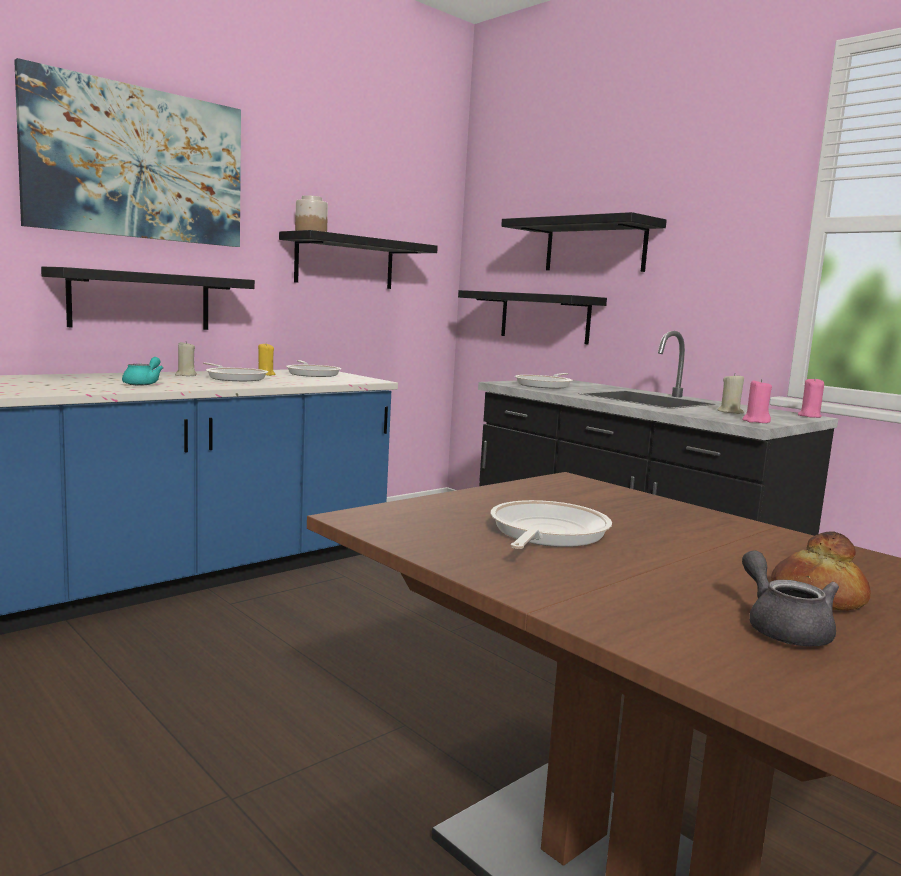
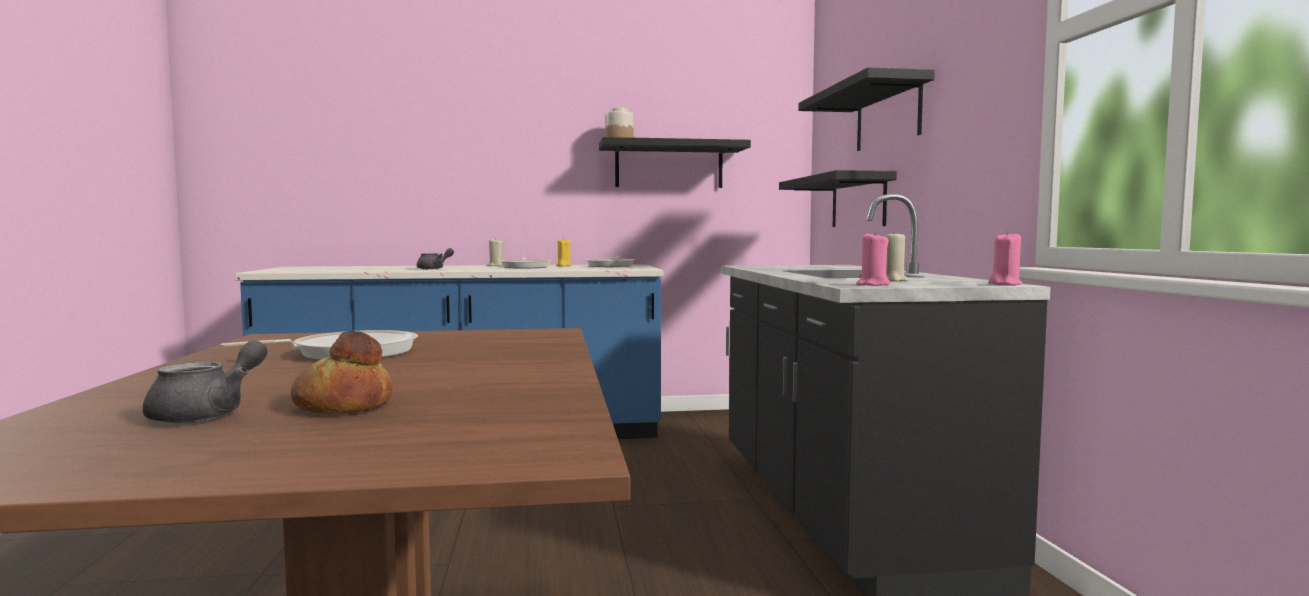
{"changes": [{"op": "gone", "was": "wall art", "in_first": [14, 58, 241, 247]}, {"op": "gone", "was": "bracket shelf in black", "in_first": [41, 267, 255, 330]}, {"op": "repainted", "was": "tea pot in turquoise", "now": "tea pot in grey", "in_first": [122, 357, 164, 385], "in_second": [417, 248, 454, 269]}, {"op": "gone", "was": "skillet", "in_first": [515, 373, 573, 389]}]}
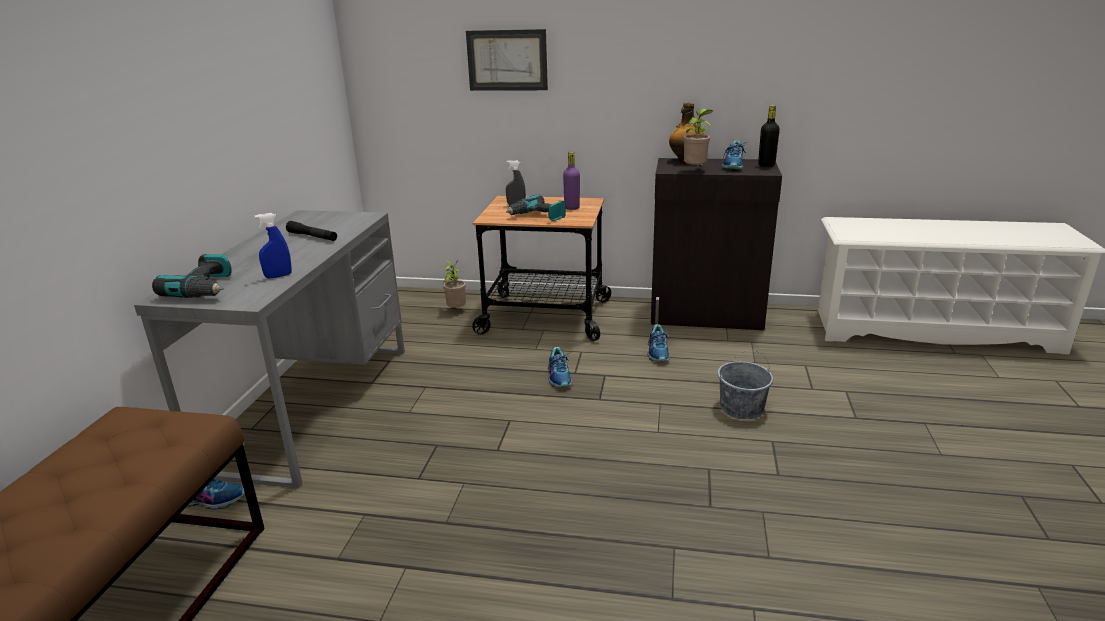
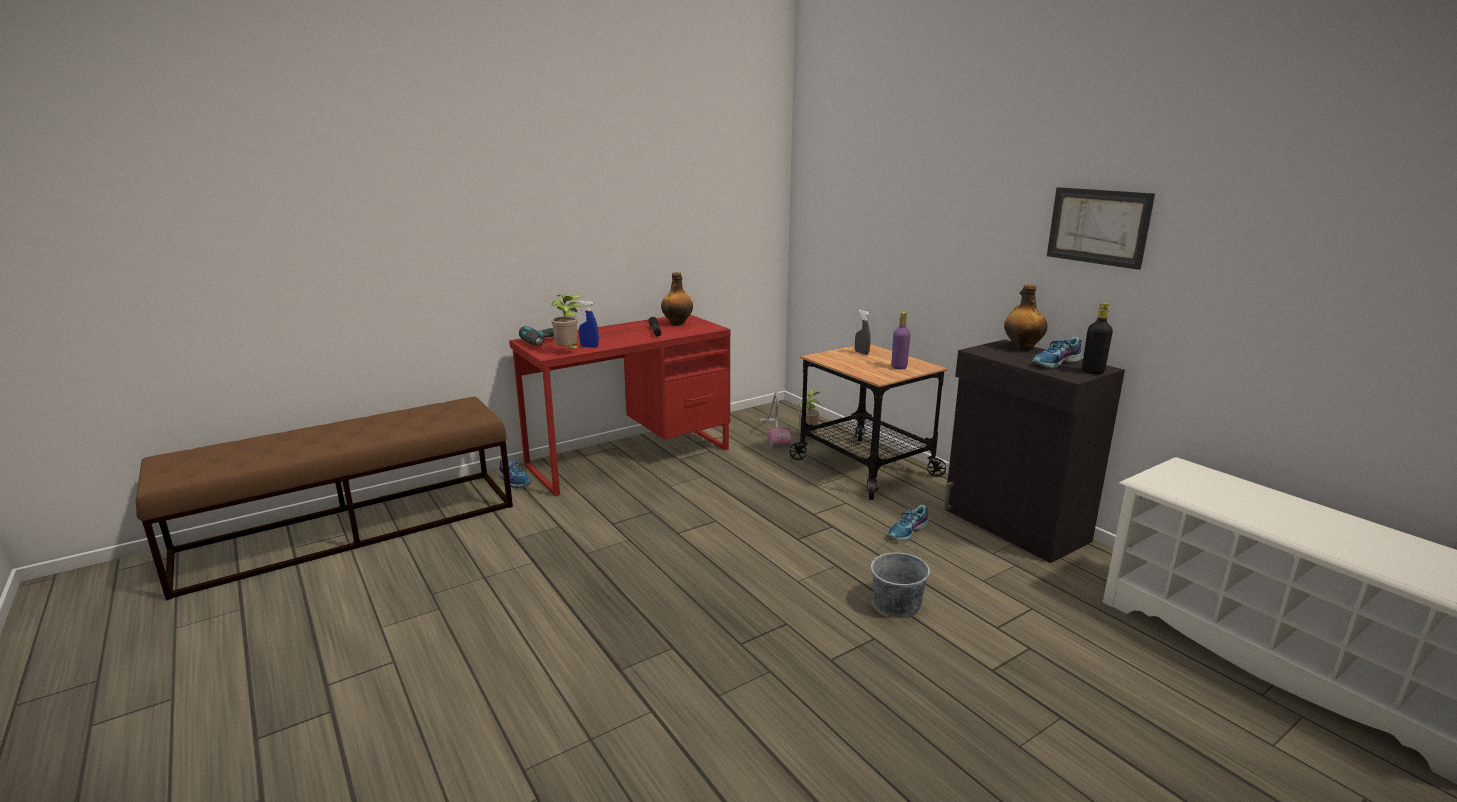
{"changes": [{"op": "shifted", "was": "wall art", "in_first": [466, 29, 548, 91], "in_second": [1047, 187, 1155, 270]}, {"op": "shifted", "was": "houseplant", "in_first": [683, 109, 713, 166], "in_second": [552, 294, 582, 349]}, {"op": "gone", "was": "electric drill", "in_first": [506, 194, 566, 221]}, {"op": "repainted", "was": "desk table in grey", "now": "desk table in reddish", "in_first": [134, 210, 405, 488], "in_second": [509, 315, 730, 496]}, {"op": "gone", "was": "shoe", "in_first": [548, 347, 572, 387]}, {"op": "new", "now": "bottle", "in_second": [661, 272, 693, 326]}, {"op": "new", "now": "vacuum", "in_second": [759, 392, 791, 448]}]}
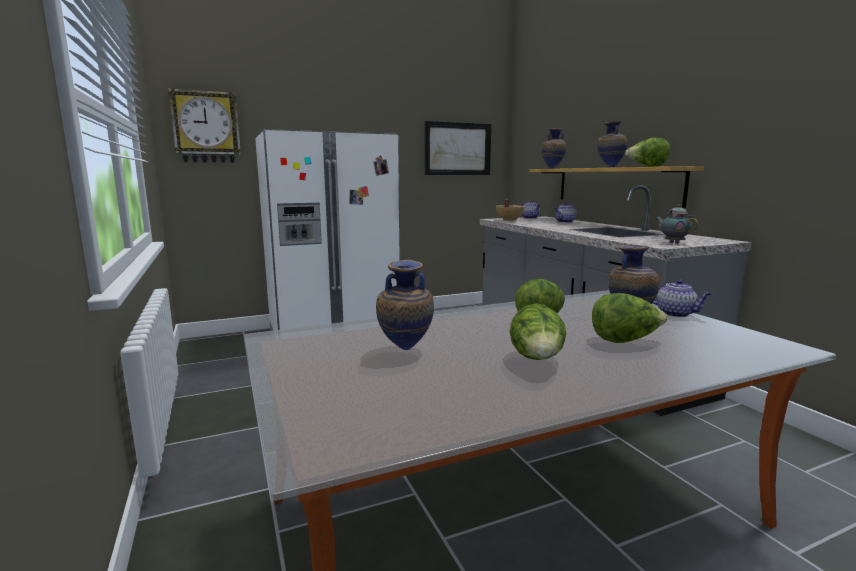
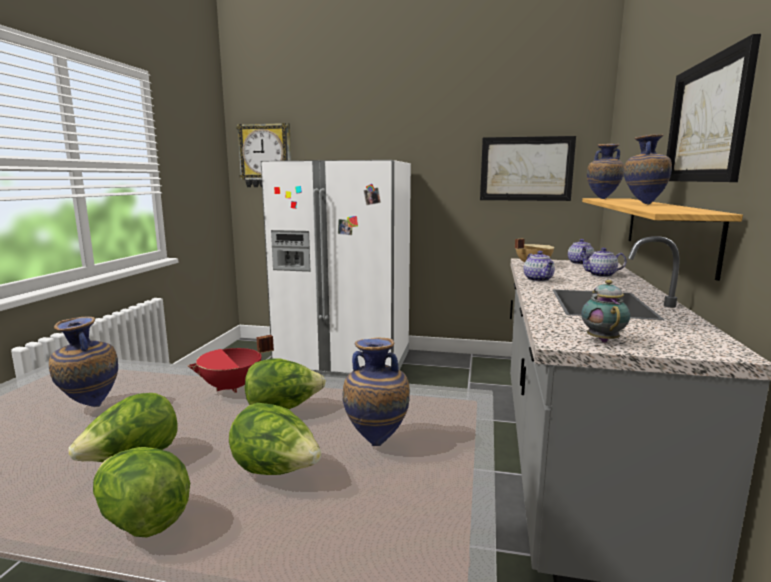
{"changes": [{"op": "shifted", "was": "lettuce head", "in_first": [625, 137, 670, 167], "in_second": [93, 447, 190, 538]}, {"op": "shifted", "was": "tea pot", "in_first": [653, 279, 712, 317], "in_second": [523, 251, 555, 282]}, {"op": "new", "now": "wall art", "in_second": [666, 34, 761, 182]}, {"op": "new", "now": "saucepot in reddish", "in_second": [188, 335, 274, 393]}]}
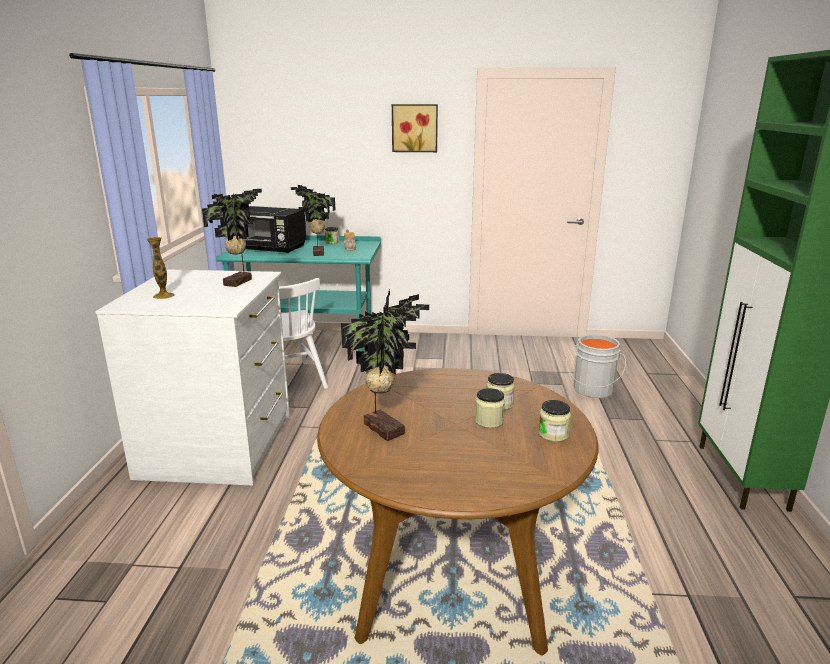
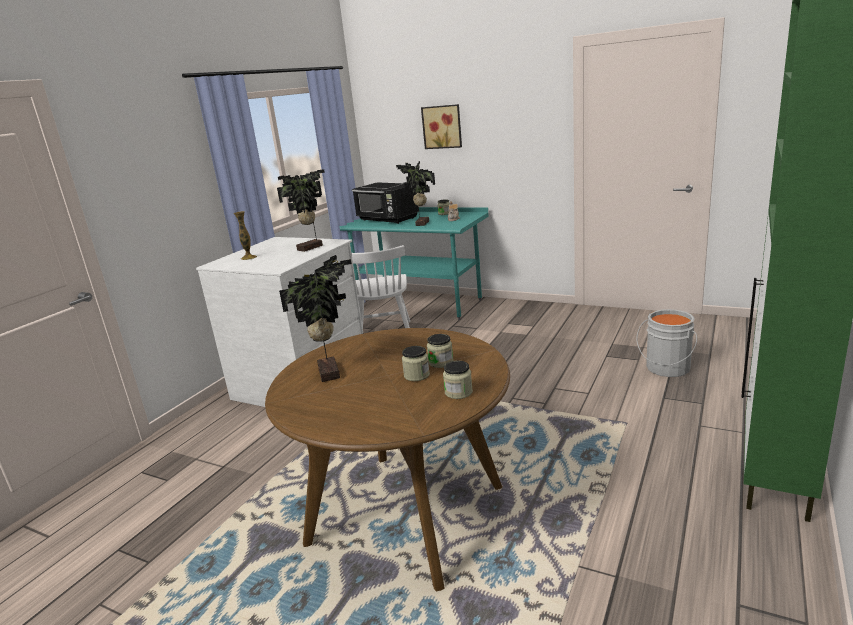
{"changes": [{"op": "shifted", "was": "wall art", "in_first": [392, 104, 438, 152], "in_second": [421, 104, 462, 149]}]}
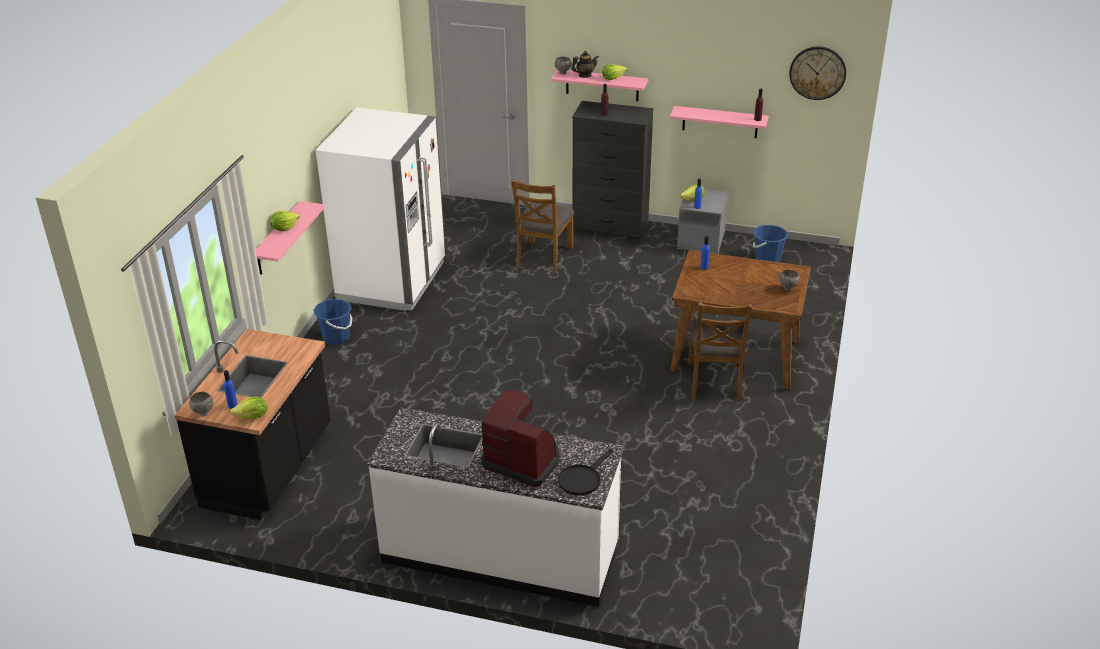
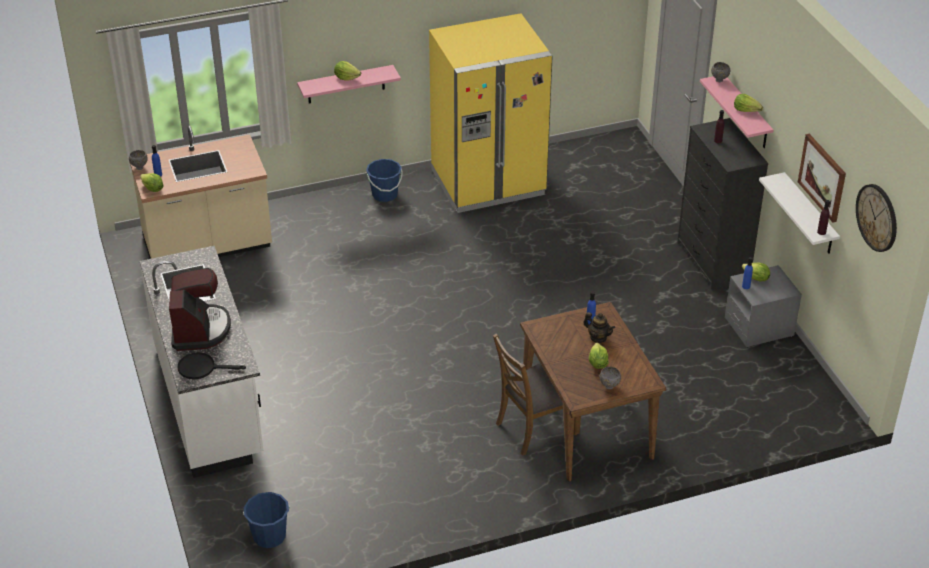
{"changes": [{"op": "shifted", "was": "tea pot", "in_first": [571, 51, 598, 78], "in_second": [583, 312, 615, 343]}, {"op": "repainted", "was": "bracket shelf in pinkish", "now": "bracket shelf in white-coloured", "in_first": [670, 106, 769, 138], "in_second": [759, 172, 840, 254]}, {"op": "repainted", "was": "fridge in white-coloured", "now": "fridge in yellow", "in_first": [316, 107, 446, 311], "in_second": [429, 13, 553, 213]}, {"op": "gone", "was": "chair in brownish", "in_first": [511, 179, 574, 274]}, {"op": "shifted", "was": "water bucket in blue-coloured", "in_first": [753, 225, 788, 262], "in_second": [243, 492, 290, 548]}, {"op": "repainted", "was": "kitchen counter in black", "now": "kitchen counter in beige-coloured", "in_first": [175, 329, 331, 520], "in_second": [129, 125, 272, 259]}, {"op": "new", "now": "wall art", "in_second": [798, 134, 846, 223]}, {"op": "new", "now": "lettuce head", "in_second": [589, 342, 609, 369]}]}
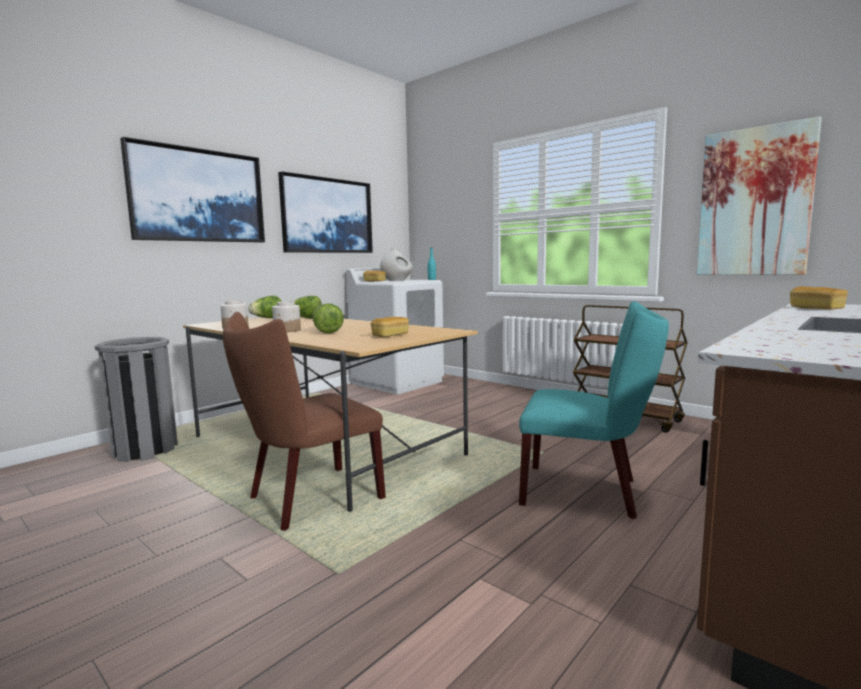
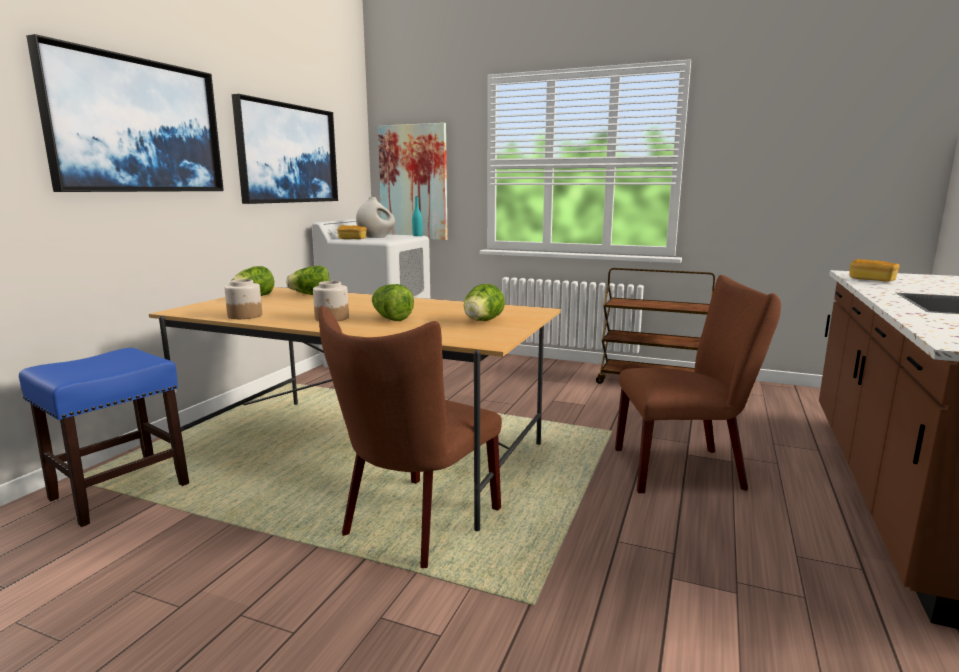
{"changes": [{"op": "shifted", "was": "wall art", "in_first": [697, 116, 822, 275], "in_second": [378, 123, 448, 240]}, {"op": "repainted", "was": "chair in turquoise", "now": "chair in brownish", "in_first": [519, 301, 669, 519], "in_second": [615, 275, 781, 493]}, {"op": "swapped", "was": "bread", "now": "lettuce head", "in_first": [371, 317, 409, 337], "in_second": [464, 284, 505, 321]}, {"op": "swapped", "was": "trash can in grey", "now": "stool in blue-coloured", "in_first": [95, 337, 178, 462], "in_second": [19, 348, 189, 527]}]}
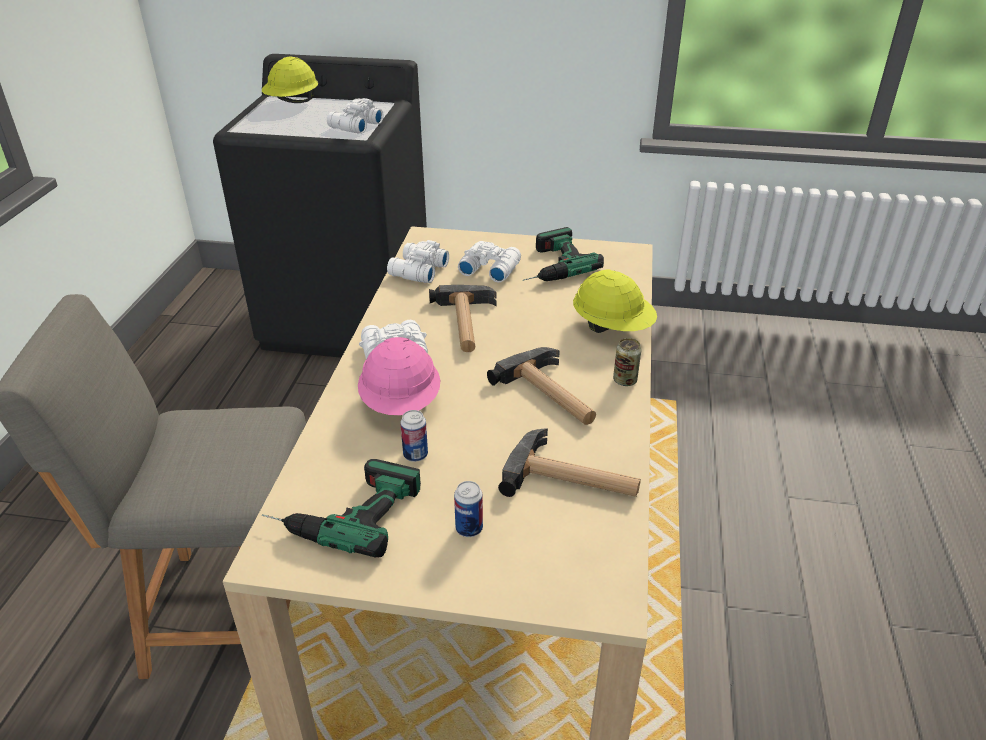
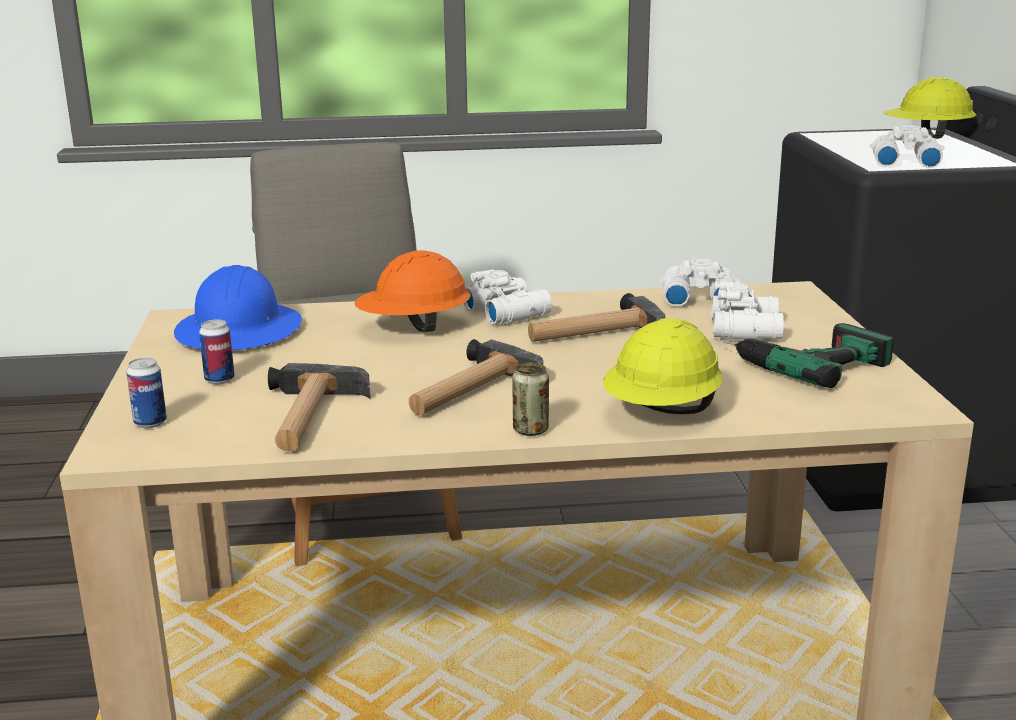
{"changes": [{"op": "repainted", "was": "safety helmet in pinkish", "now": "safety helmet in orange-coloured", "in_first": [358, 337, 440, 415], "in_second": [354, 250, 471, 332]}, {"op": "shifted", "was": "metal can", "in_first": [400, 410, 428, 462], "in_second": [126, 358, 167, 428]}, {"op": "swapped", "was": "electric drill", "now": "safety helmet in blue-coloured", "in_first": [262, 459, 421, 558], "in_second": [174, 265, 302, 350]}]}
